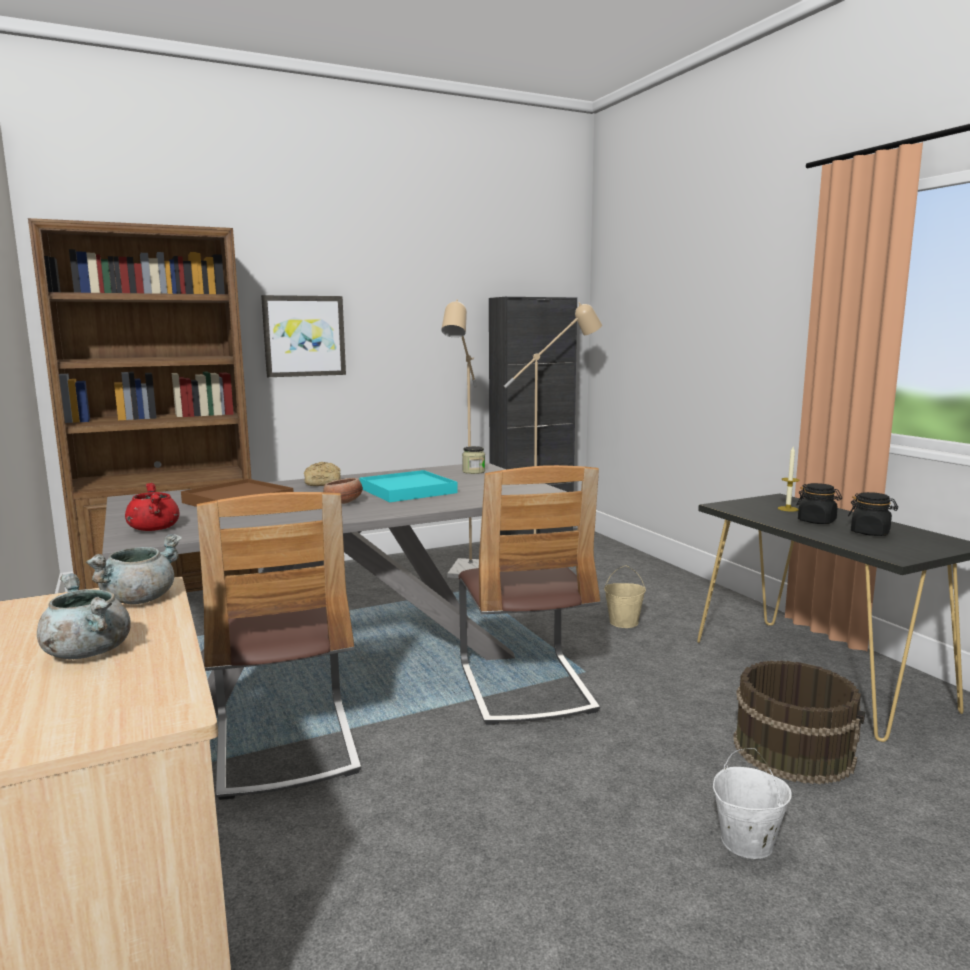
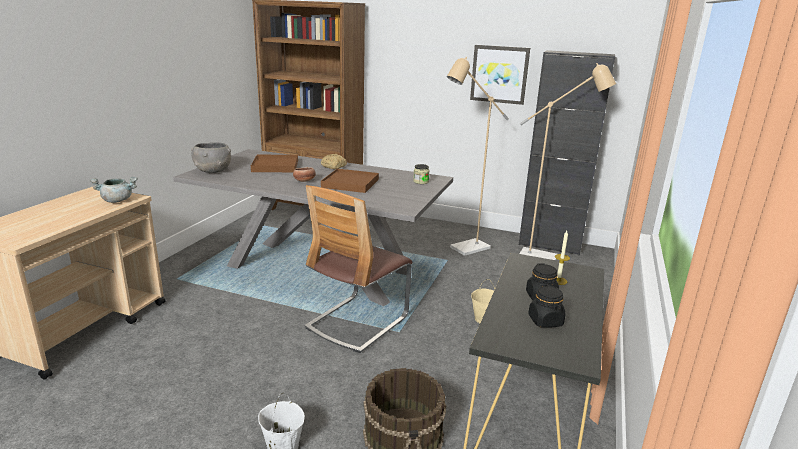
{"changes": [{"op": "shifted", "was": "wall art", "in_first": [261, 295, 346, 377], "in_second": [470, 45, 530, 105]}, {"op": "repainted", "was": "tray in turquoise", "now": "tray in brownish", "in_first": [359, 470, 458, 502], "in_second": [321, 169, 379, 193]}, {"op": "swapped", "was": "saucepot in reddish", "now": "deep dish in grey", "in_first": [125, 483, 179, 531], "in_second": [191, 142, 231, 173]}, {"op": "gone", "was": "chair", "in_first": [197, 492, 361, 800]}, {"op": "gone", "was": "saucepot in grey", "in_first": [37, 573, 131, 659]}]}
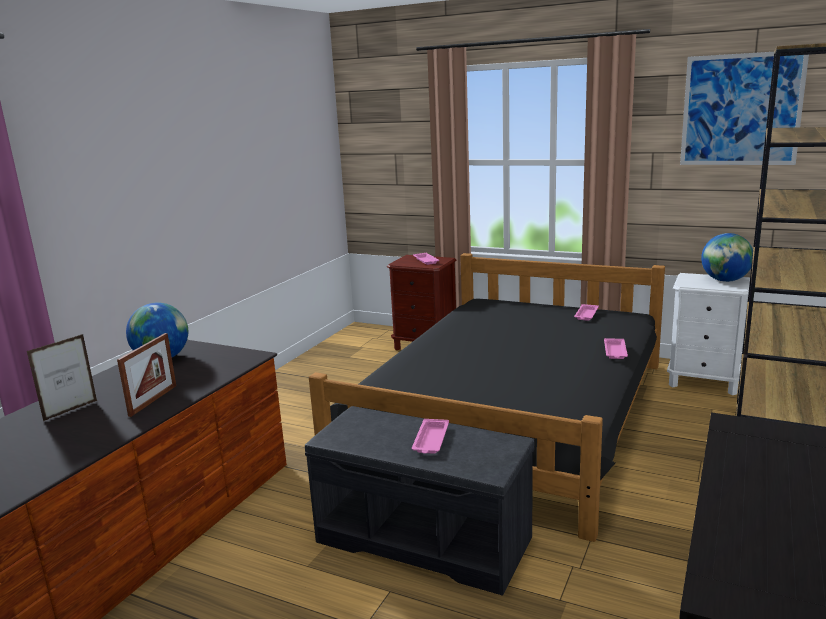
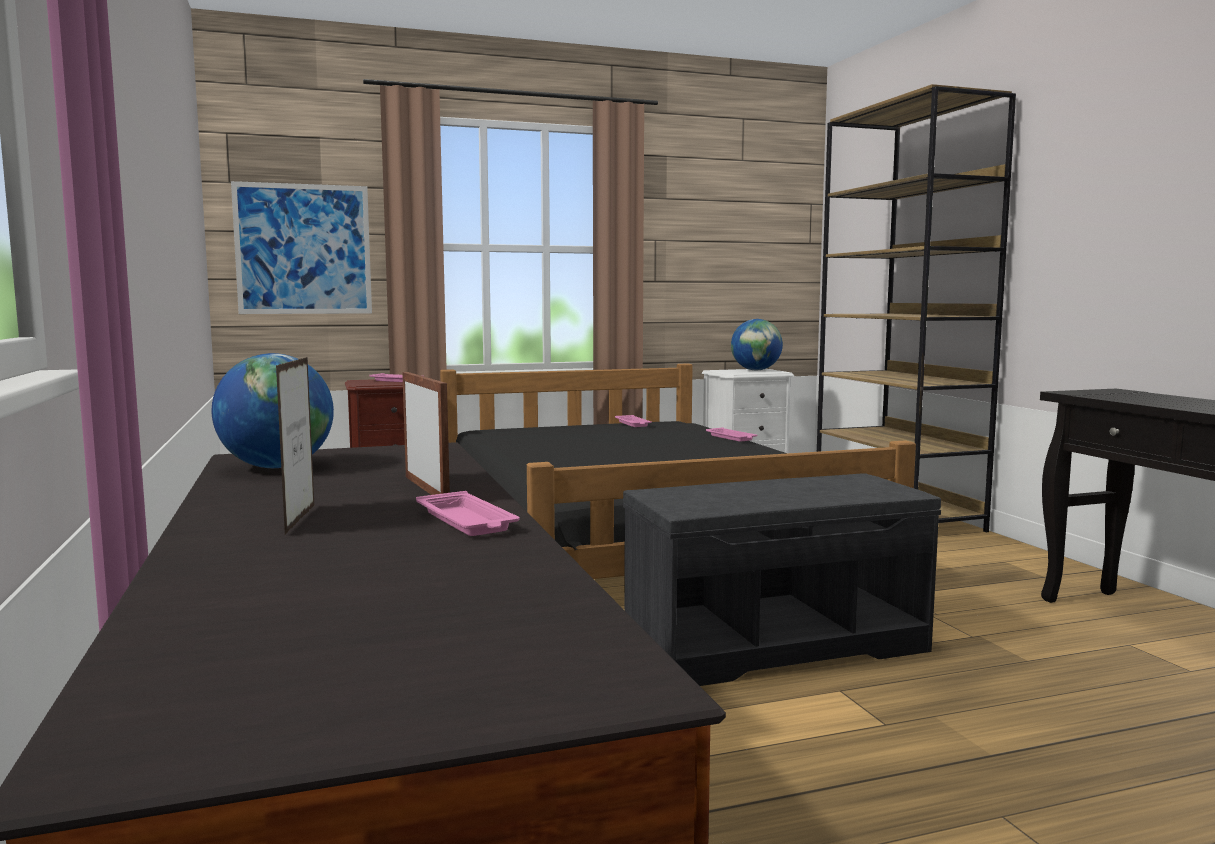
{"changes": [{"op": "shifted", "was": "wall art", "in_first": [680, 52, 809, 165], "in_second": [231, 181, 372, 314]}, {"op": "shifted", "was": "tray in pinkish", "in_first": [412, 419, 449, 454], "in_second": [416, 491, 520, 536]}]}
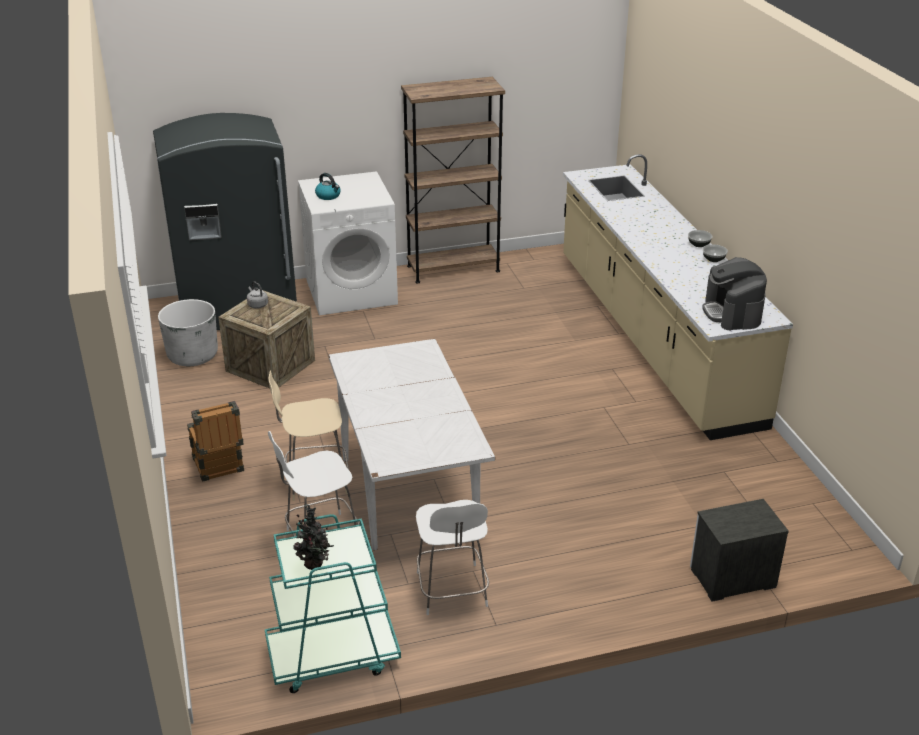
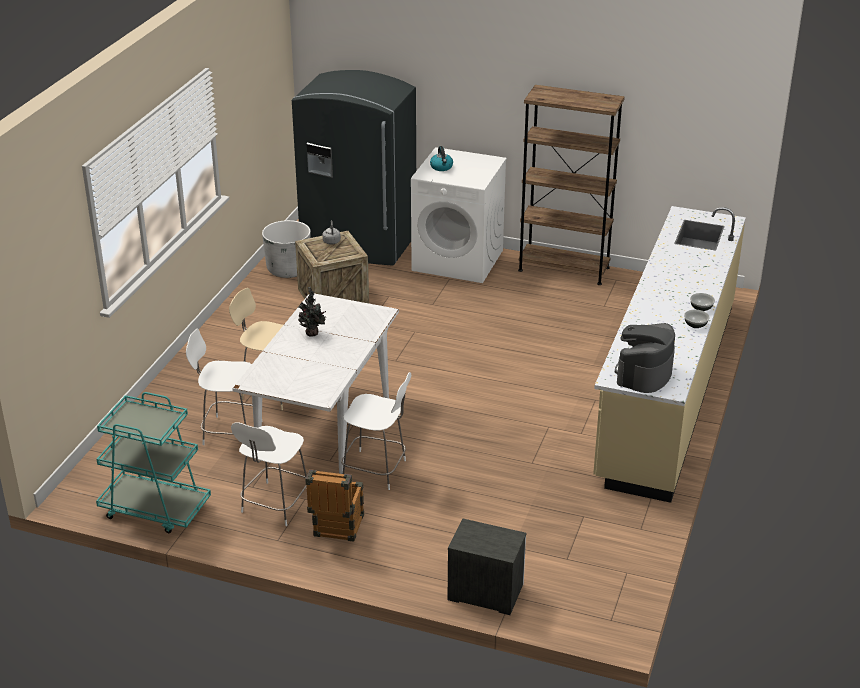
{"changes": [{"op": "shifted", "was": "crate", "in_first": [187, 401, 244, 482], "in_second": [305, 469, 364, 542]}, {"op": "shifted", "was": "houseplant", "in_first": [293, 504, 334, 570], "in_second": [298, 287, 327, 337]}, {"op": "new", "now": "chair in white-coloured", "in_second": [341, 372, 411, 490]}]}
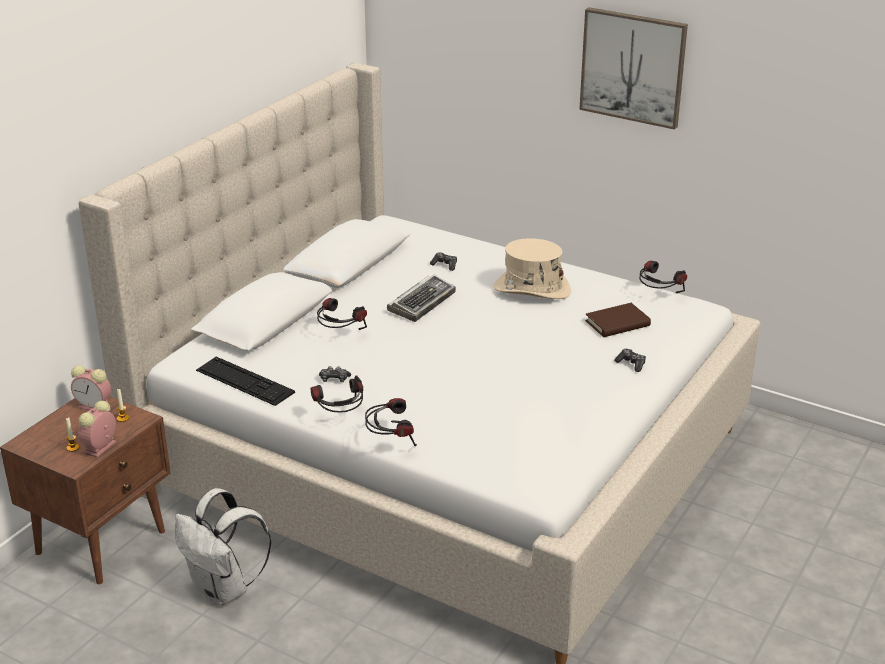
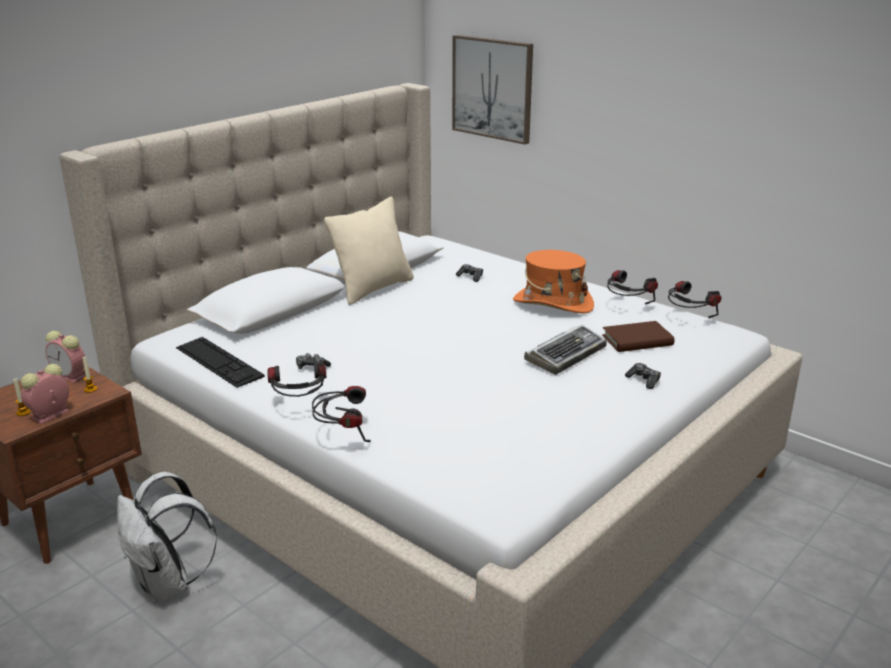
{"changes": [{"op": "shifted", "was": "wall art", "in_first": [579, 7, 688, 130], "in_second": [452, 35, 533, 145]}, {"op": "repainted", "was": "wearable hat in beige-coloured", "now": "wearable hat in orange-coloured", "in_first": [494, 238, 571, 299], "in_second": [513, 250, 594, 313]}, {"op": "shifted", "was": "PC keyboard", "in_first": [387, 275, 456, 322], "in_second": [524, 324, 607, 375]}, {"op": "shifted", "was": "headset", "in_first": [317, 298, 367, 330], "in_second": [607, 270, 658, 304]}, {"op": "new", "now": "throw pillow in beige-coloured", "in_second": [324, 197, 414, 305]}]}
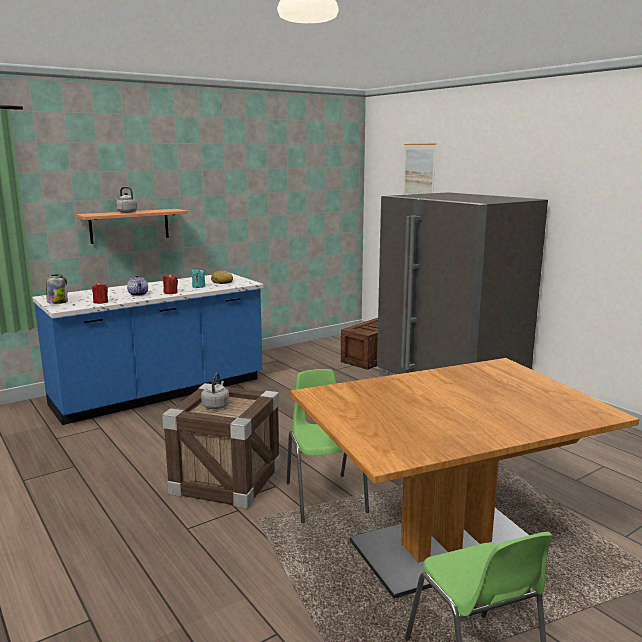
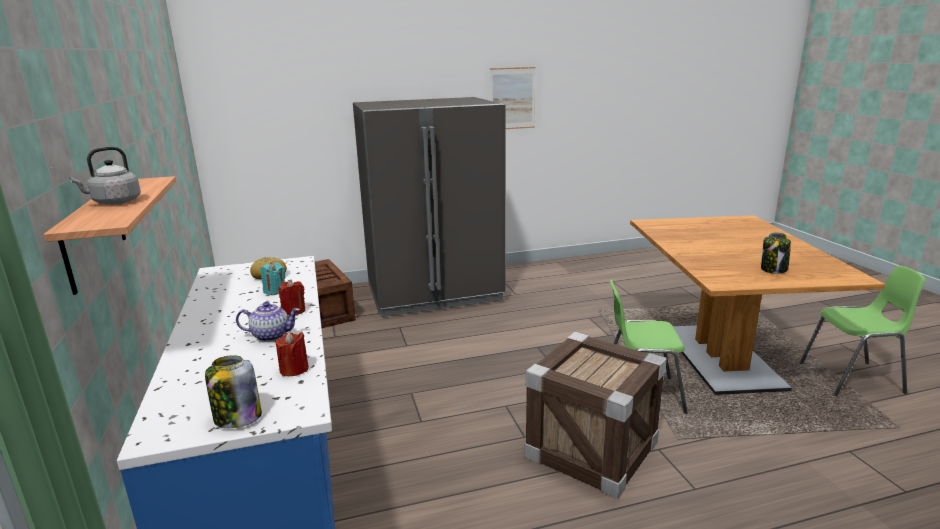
{"changes": [{"op": "shifted", "was": "wall art", "in_first": [403, 144, 436, 195], "in_second": [490, 67, 536, 129]}, {"op": "gone", "was": "tea kettle in grey", "in_first": [201, 373, 229, 409]}, {"op": "new", "now": "jar", "in_second": [761, 232, 791, 274]}]}
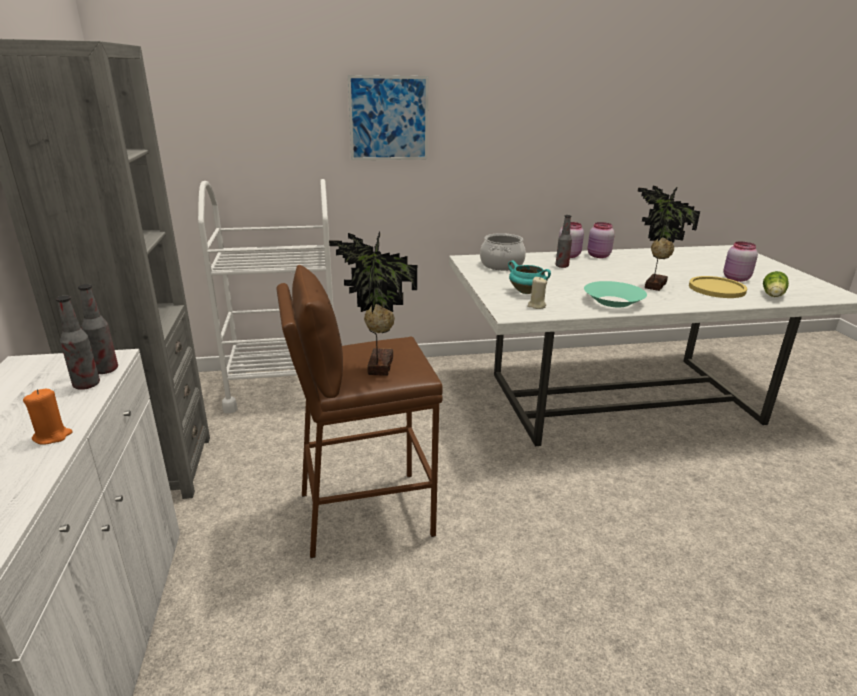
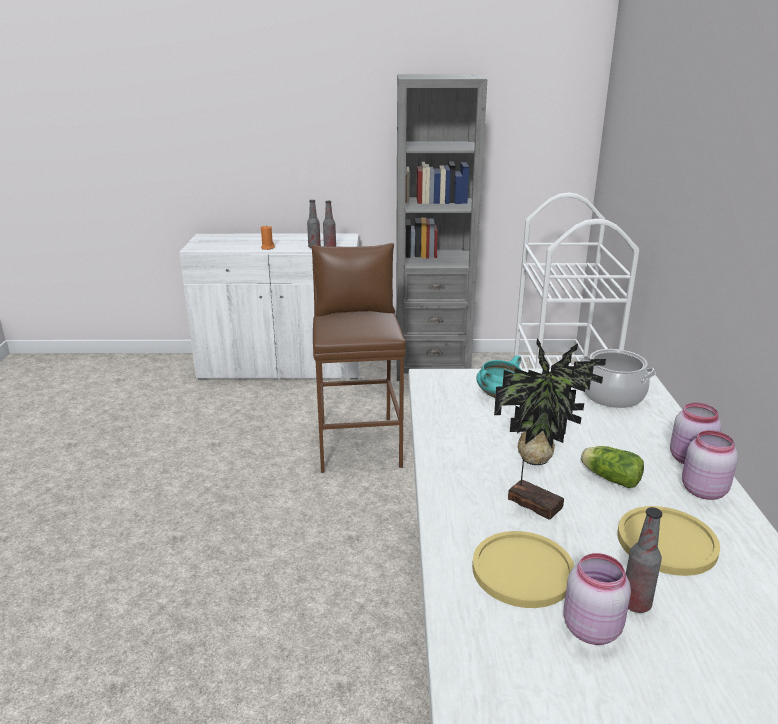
{"changes": [{"op": "gone", "was": "wall art", "in_first": [348, 75, 429, 160]}, {"op": "shifted", "was": "bottle", "in_first": [555, 215, 572, 268], "in_second": [626, 507, 662, 613]}, {"op": "gone", "was": "houseplant", "in_first": [329, 231, 417, 376]}, {"op": "shifted", "was": "lettuce head", "in_first": [763, 271, 789, 297], "in_second": [581, 446, 644, 488]}, {"op": "gone", "was": "wax light in beige-coloured", "in_first": [527, 277, 547, 309]}, {"op": "gone", "was": "deep dish in turquoise", "in_first": [584, 281, 647, 308]}, {"op": "new", "now": "plate in yellow", "in_second": [617, 506, 720, 576]}]}
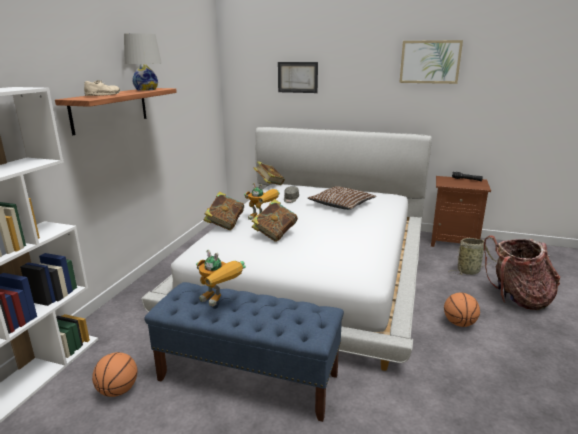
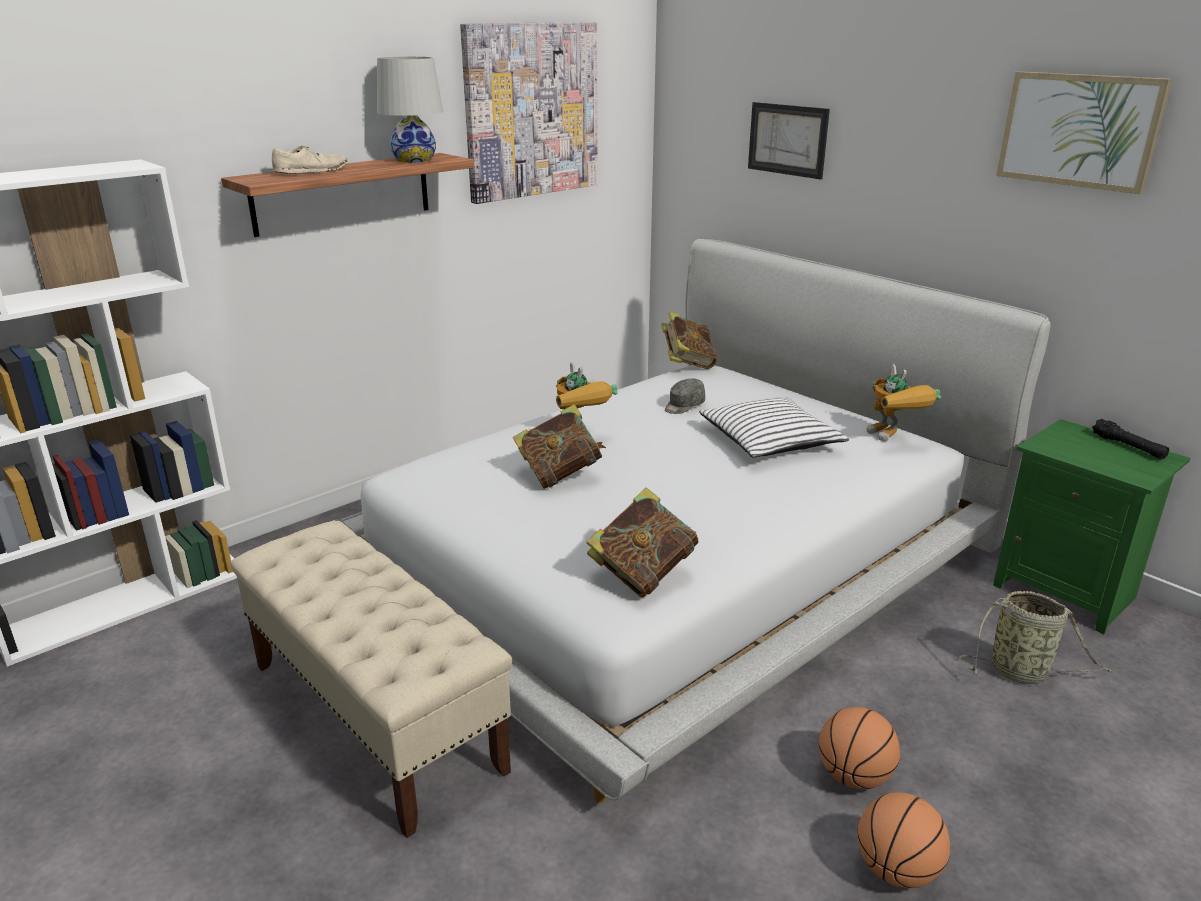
{"changes": [{"op": "repainted", "was": "nightstand in brownish", "now": "nightstand in greenish", "in_first": [431, 176, 491, 247], "in_second": [993, 419, 1190, 634]}, {"op": "repainted", "was": "throw pillow in brownish", "now": "throw pillow in white-coloured", "in_first": [308, 186, 376, 210], "in_second": [699, 397, 849, 458]}, {"op": "shifted", "was": "bound book", "in_first": [204, 192, 244, 230], "in_second": [587, 487, 699, 597]}, {"op": "gone", "was": "backpack", "in_first": [484, 236, 560, 310]}, {"op": "shifted", "was": "toy robot", "in_first": [196, 249, 246, 306], "in_second": [867, 364, 941, 441]}, {"op": "repainted", "was": "bench in blue-coloured", "now": "bench in beige-coloured", "in_first": [144, 282, 344, 422], "in_second": [230, 521, 512, 838]}, {"op": "shifted", "was": "basketball ball", "in_first": [92, 352, 137, 397], "in_second": [857, 792, 950, 888]}, {"op": "new", "now": "wall art", "in_second": [460, 22, 598, 204]}]}
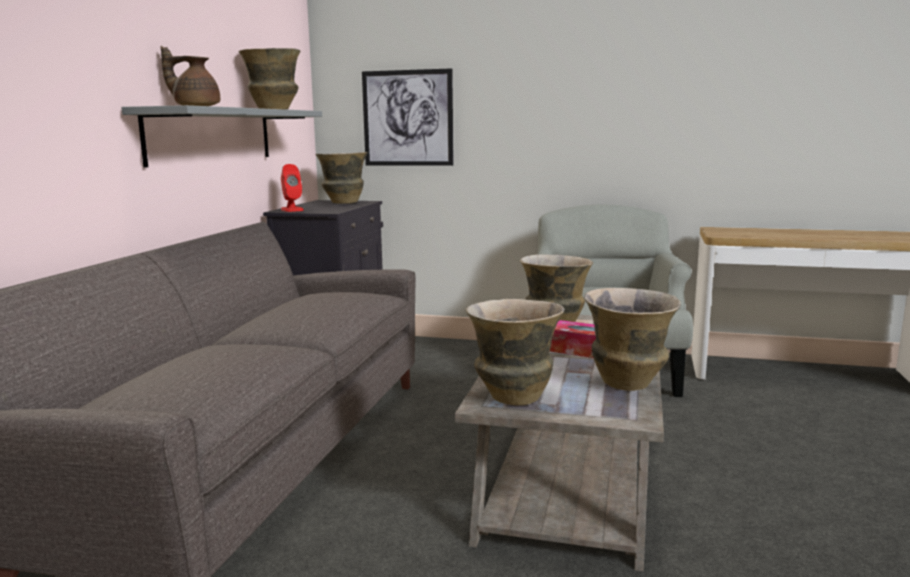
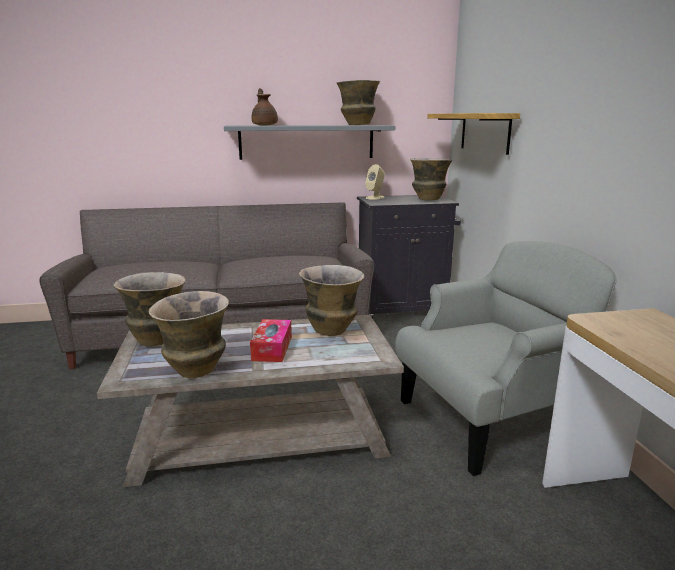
{"changes": [{"op": "swapped", "was": "wall art", "now": "bracket shelf", "in_first": [362, 68, 454, 166], "in_second": [427, 113, 520, 155]}, {"op": "repainted", "was": "loudspeaker in reddish", "now": "loudspeaker in beige-coloured", "in_first": [281, 164, 304, 212], "in_second": [365, 164, 385, 200]}]}
